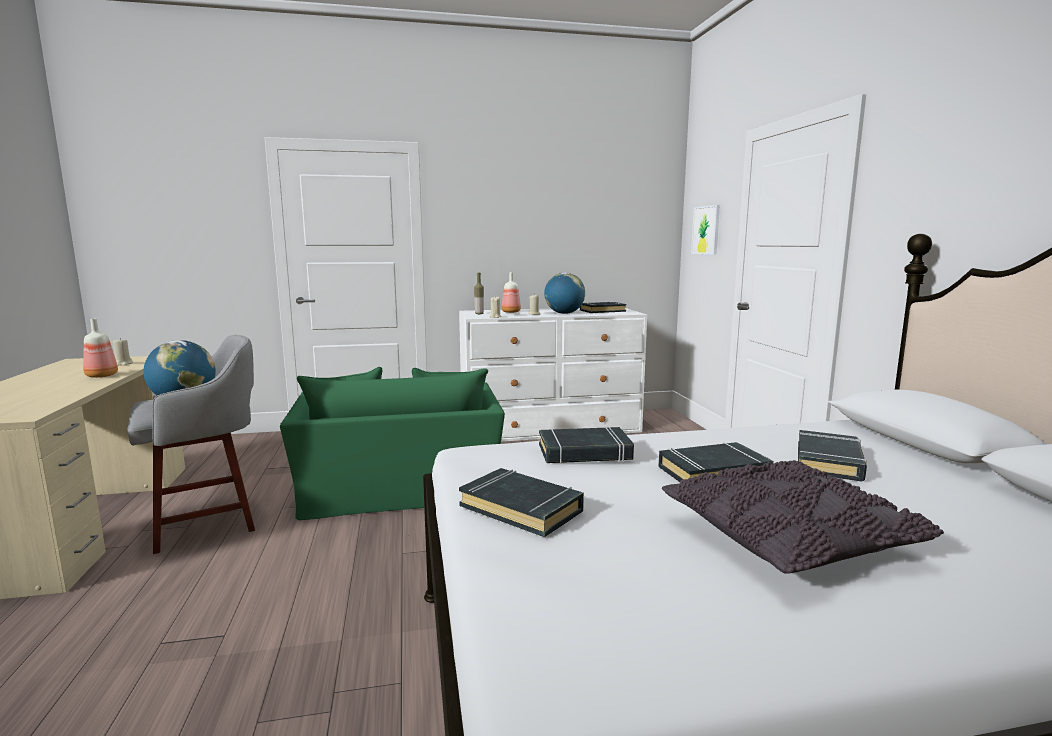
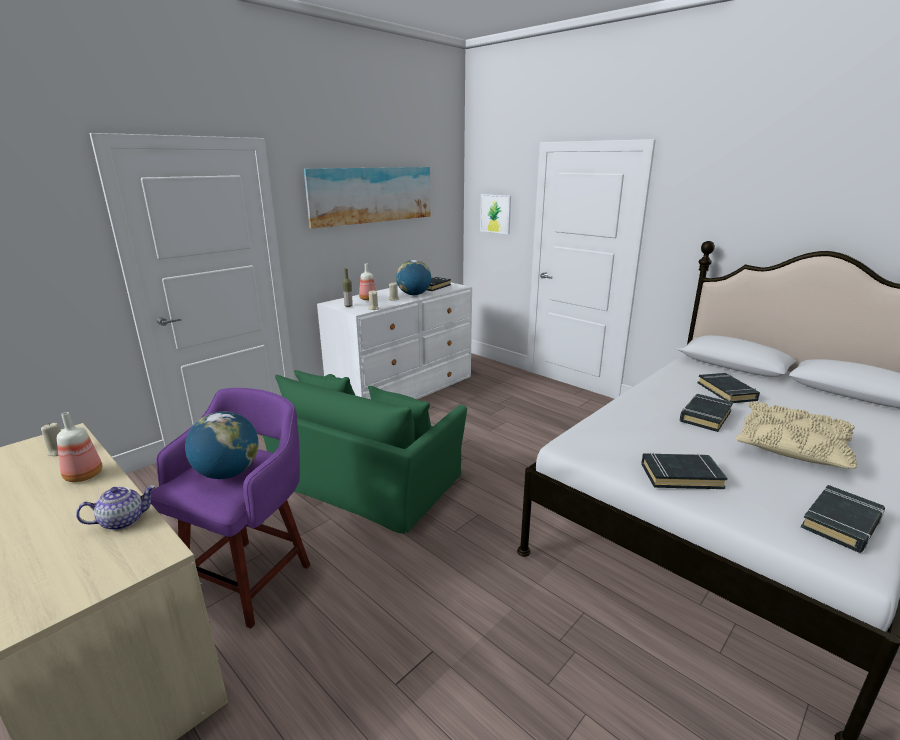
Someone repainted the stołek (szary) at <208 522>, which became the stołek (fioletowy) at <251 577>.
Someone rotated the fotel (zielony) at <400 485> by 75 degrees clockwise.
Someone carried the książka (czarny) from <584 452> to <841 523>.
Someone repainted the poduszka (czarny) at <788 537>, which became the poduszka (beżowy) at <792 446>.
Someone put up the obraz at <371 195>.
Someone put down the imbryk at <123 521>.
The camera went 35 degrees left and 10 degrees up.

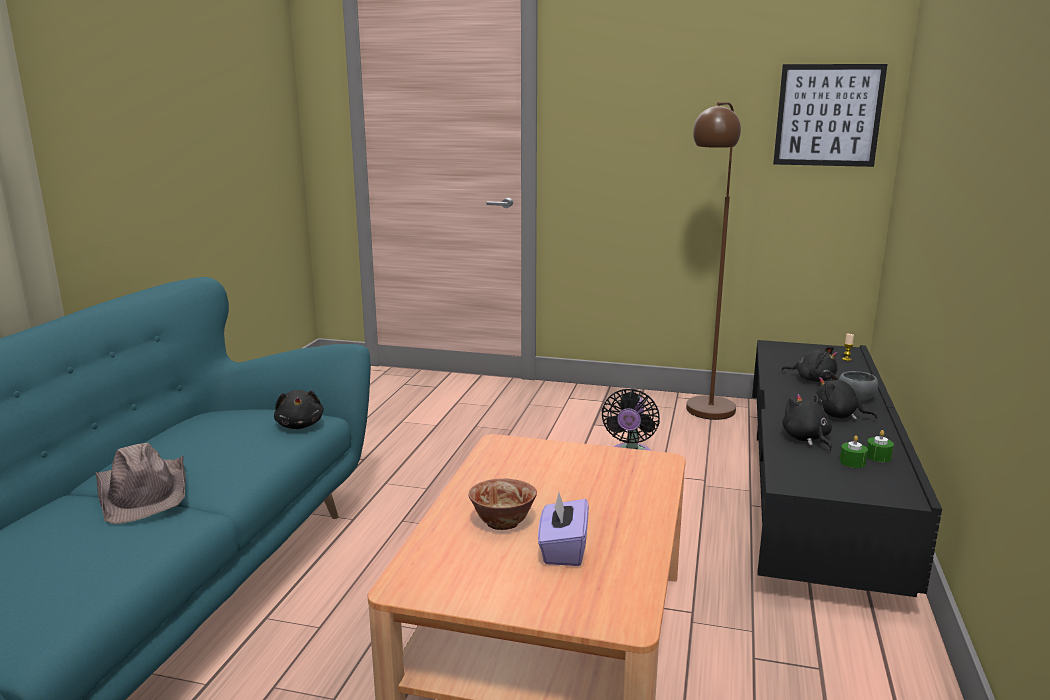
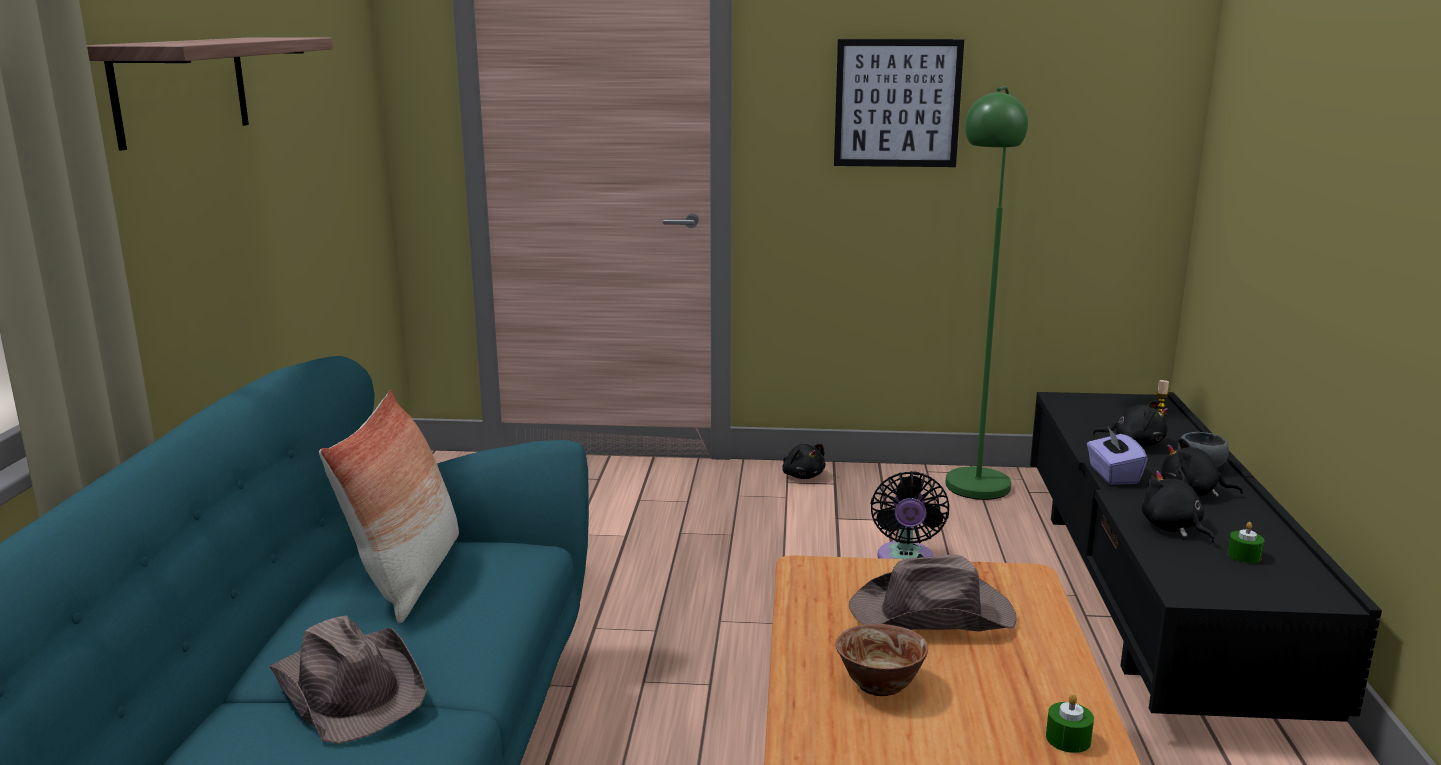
Someone carried the obraz from <828 115> to <897 103>.
Someone repainted the lampa stojąca (brązowy) at <705 415>, which became the lampa stojąca (zielony) at <974 494>.
Someone carried the pluszak (czarny) from <300 425> to <802 475>.
Someone carried the świeca (zielony) from <878 456> to <1068 739>.
Someone carried the pudełko chusteczek (fioletowy) from <563 550> to <1112 475>.
Someone put up the półka at <182 89>.
Someone put down the poduszka at <408 577>.
Someone put down the kapelusz (brązowy) at <933 614>.
The camera went 10 degrees left and 0 degrees up.

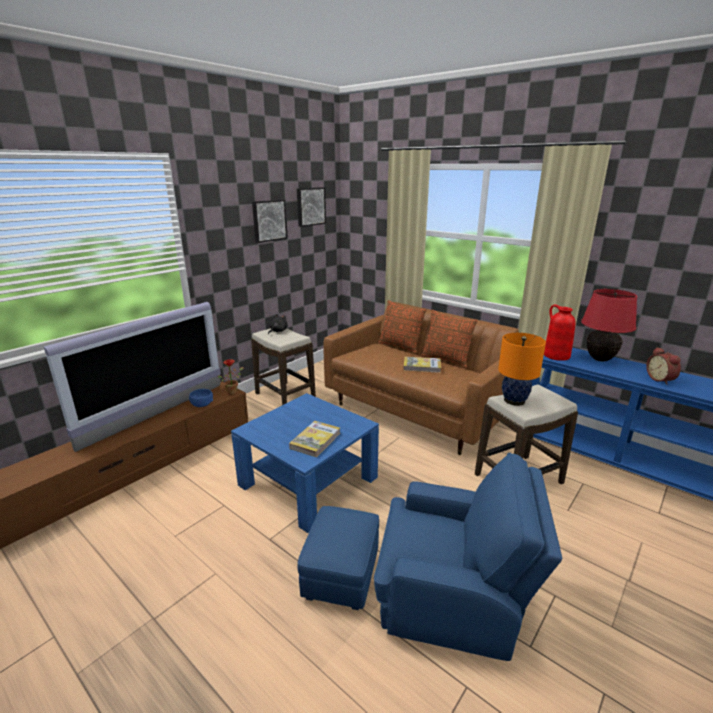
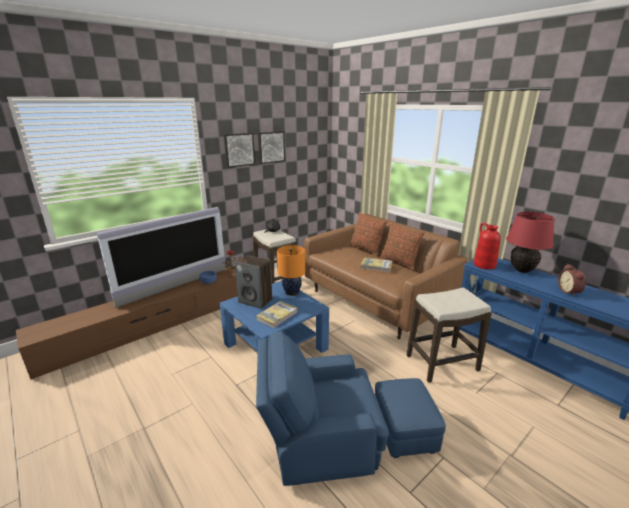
Someone carried the obraz from <310 206> to <239 149>.
Someone carried the lampa stołowa (pomarańczowy) from <514 400> to <292 292>.
Someone rotated the fotel (niebieski) at <425 591> by 150 degrees clockwise.
Someone put down the głośnik at <256 301>.
The camera went 10 degrees right and 0 degrees up.

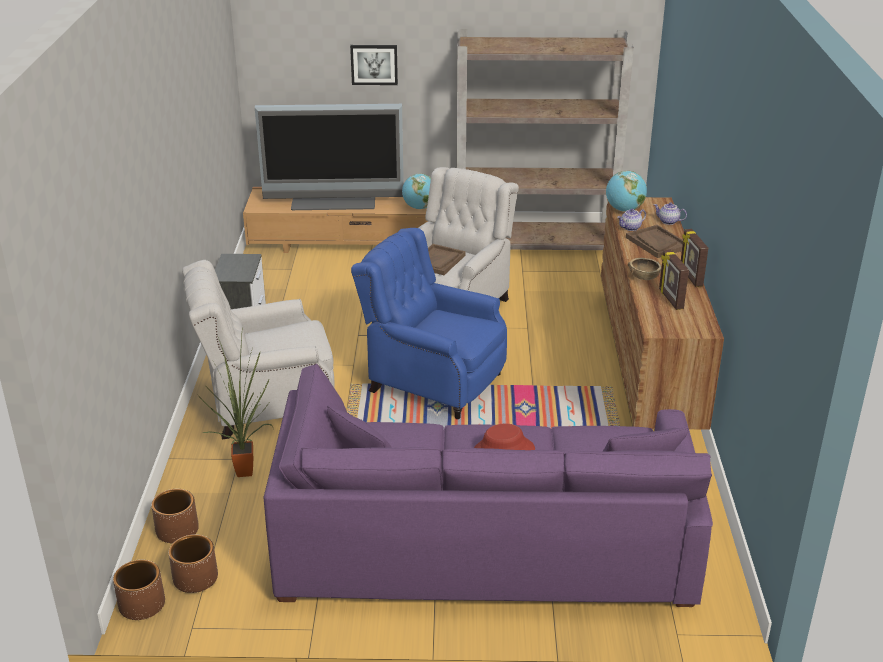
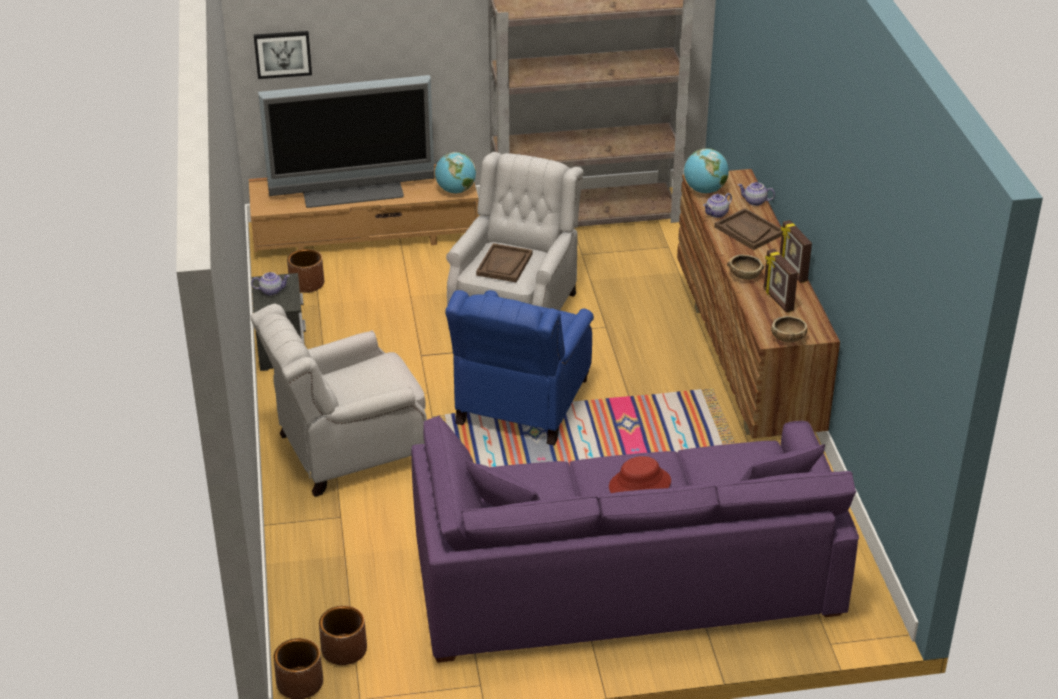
Someone carried the obraz from <374 64> to <283 54>.
Someone rotated the fotel (niebieski) at <434 382> by 90 degrees counterclockwise.
Someone took away the roślina doniczkowa at <248 472>.
Someone carried the donica (brązowy) from <177 530> to <306 284>.
Someone put down the imbryk at <271 291>.
Someone put down the miska (brązowy) at <788 338>.
The camera went 10 degrees left and 5 degrees up.

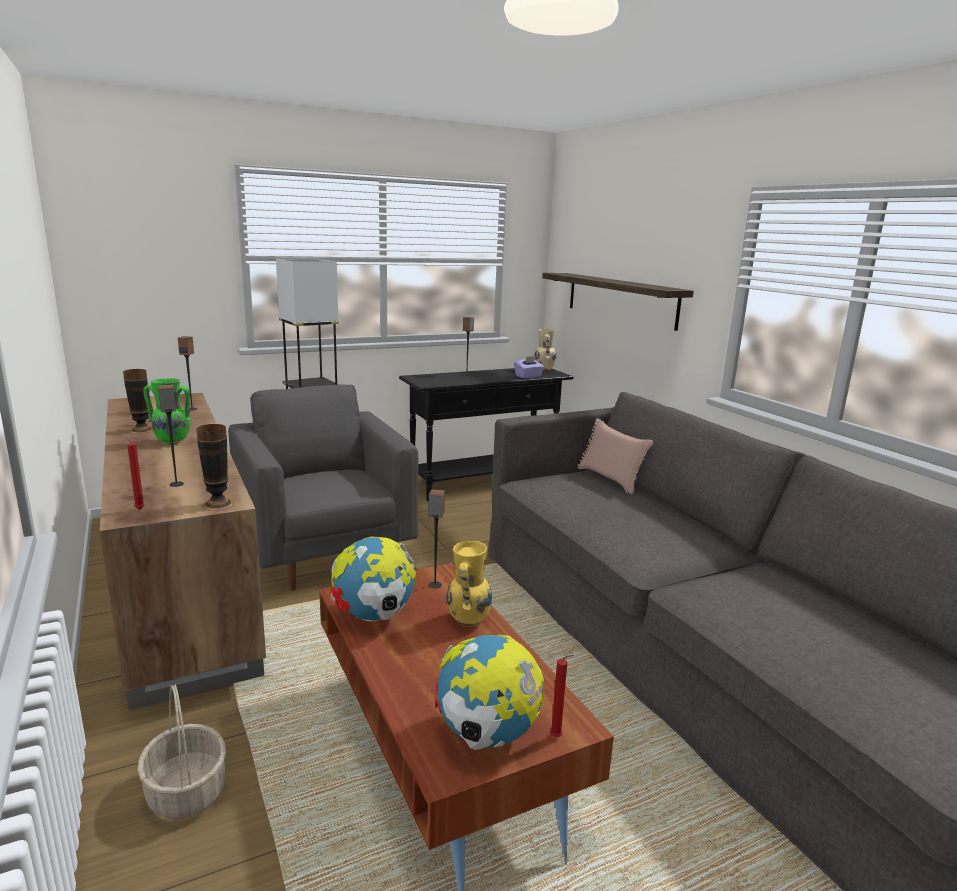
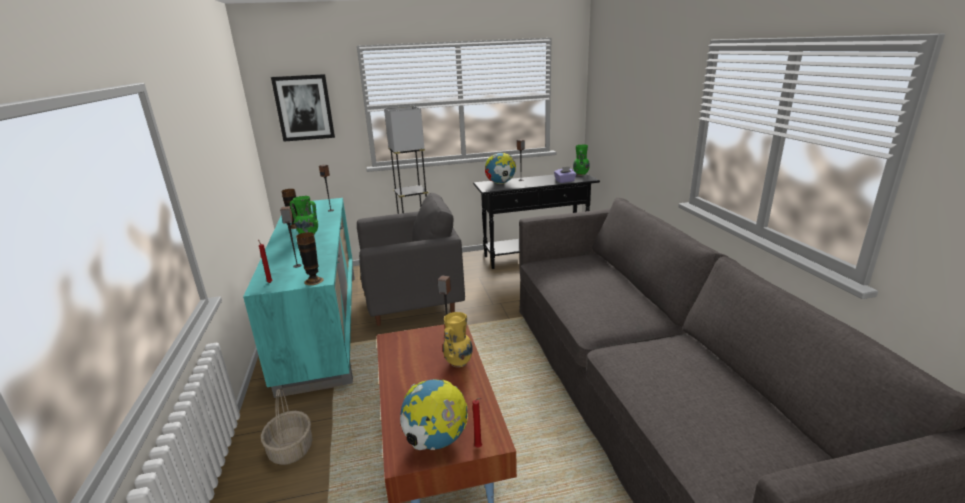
Someone took away the półka at <620 299>.
Someone repainted the wazon (beżowy) at <544 369>, which became the wazon (zielony) at <580 174>.
Someone rotated the fotel (szary) at <325 553> by 90 degrees clockwise.
Someone repainted the szafka pod telewizor (brązowy) at <182 590>, which became the szafka pod telewizor (turkusowy) at <322 324>.
Someone took away the poduszka (beżowy) at <610 479>.
Someone carried the globus from <374 616> to <500 183>.
Someone put up the obraz at <304 108>.
The camera went 15 degrees right and 5 degrees up.

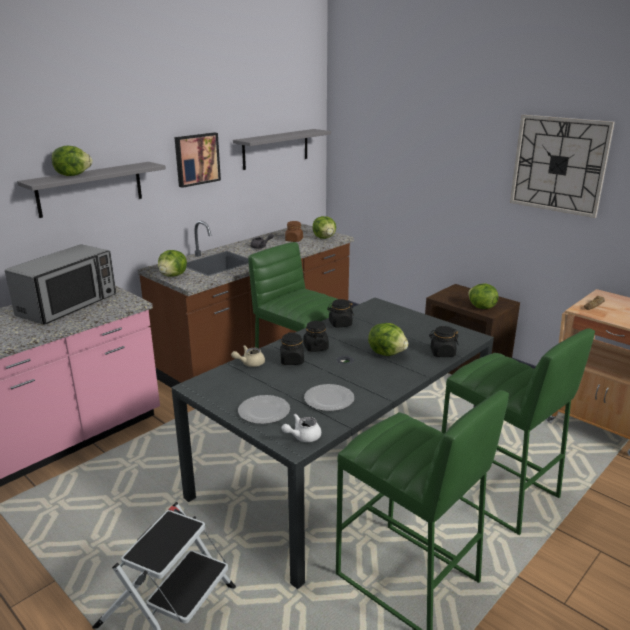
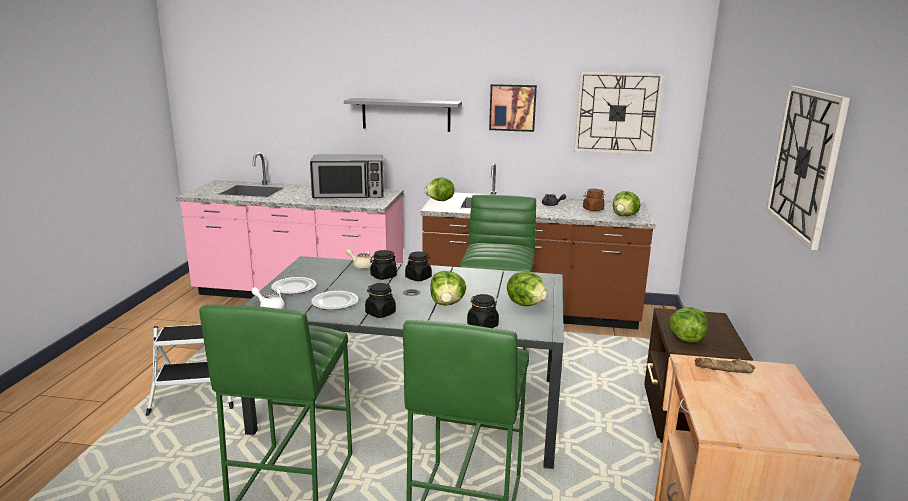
Someone swapped the półka (szary) at <276 149> for the zegar ścienny at <617 113>.
Someone carried the sałata from <73 175> to <526 304>.
Someone carried the słoik (czarny) from <340 324> to <380 313>.
The camera went 55 degrees right and 5 degrees down.

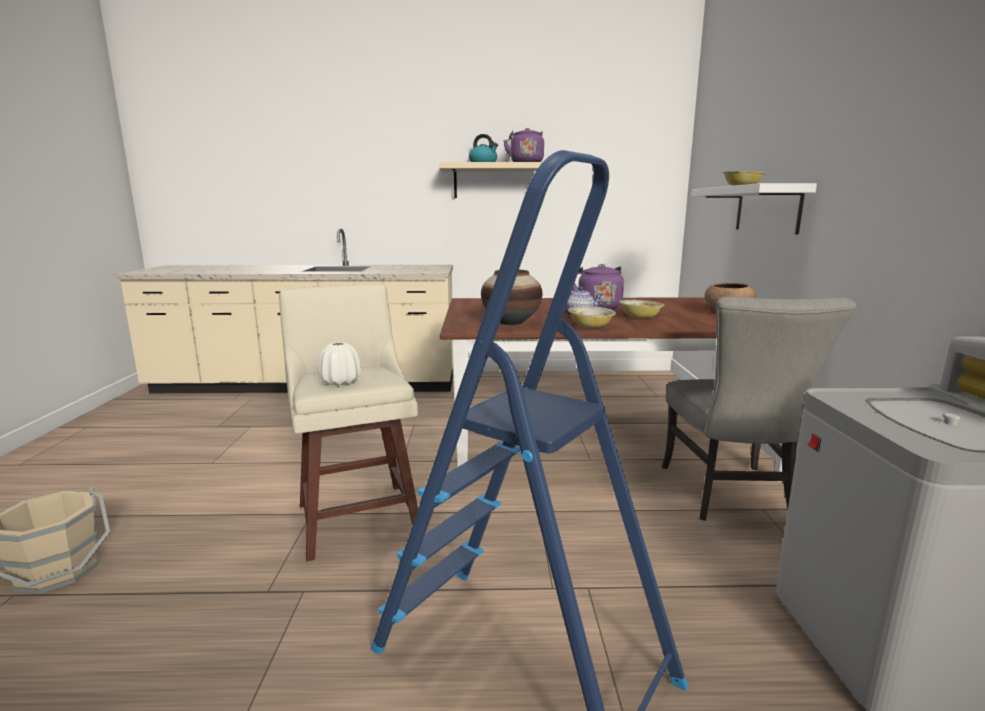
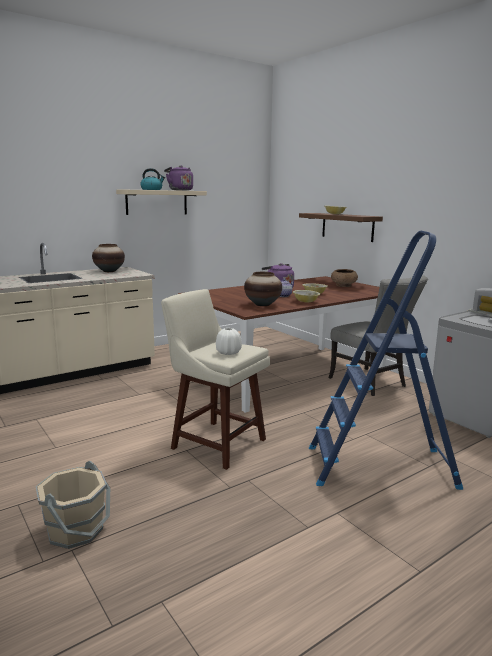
Someone repainted the półka (biały) at <767 209>, which became the półka (brązowy) at <347 227>.
Someone put down the wazon at <109 271>.
The camera went 35 degrees left and 0 degrees up.

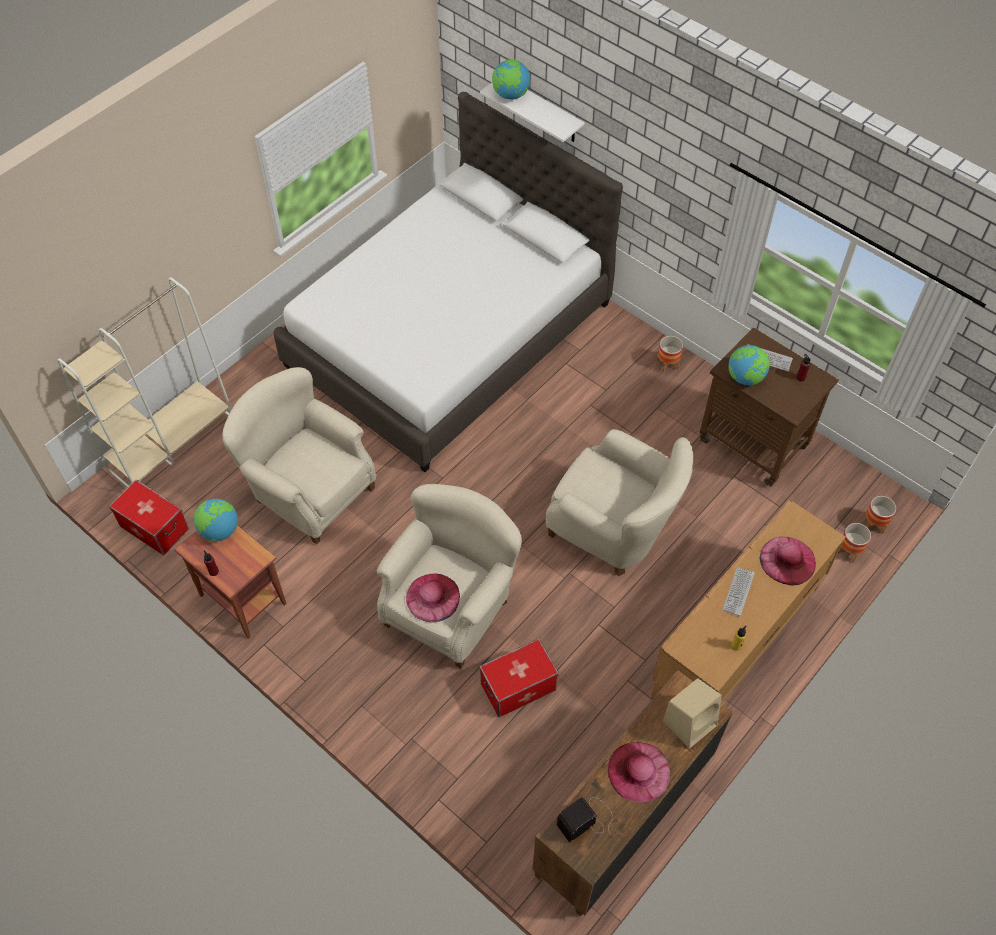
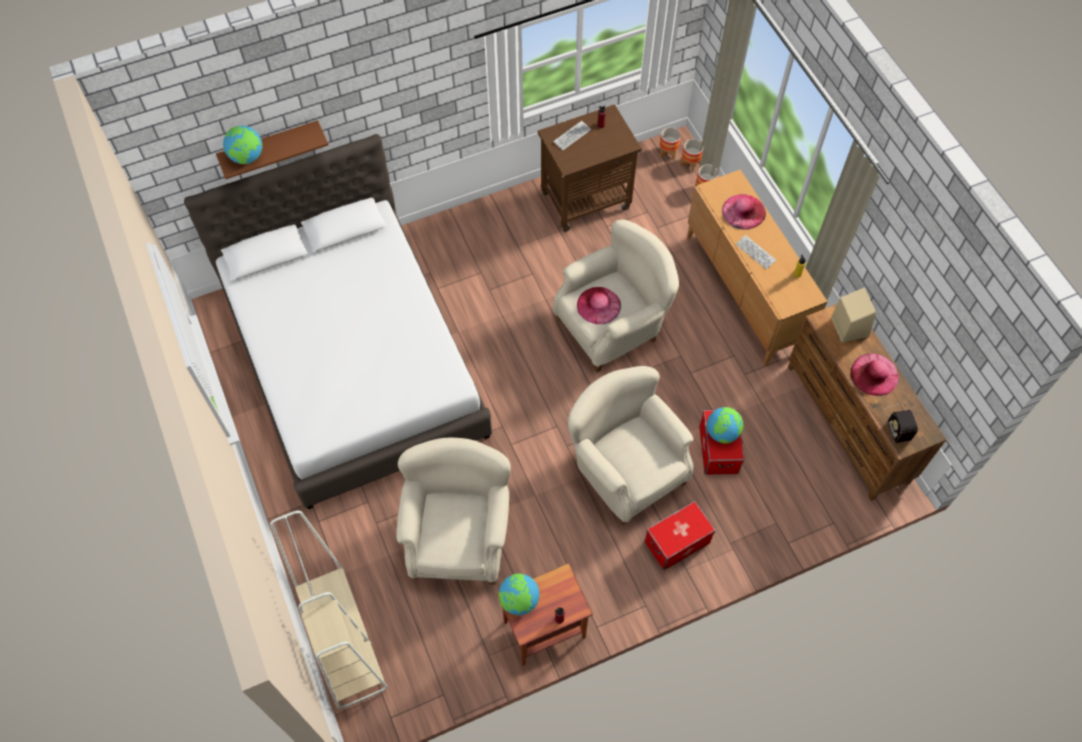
Someone repainted the półka (biały) at <542 110>, which became the półka (brązowy) at <270 146>.
Someone carried the donica from <667 364> to <668 152>.
Someone carried the globus from <745 378> to <722 433>.
Someone rotated the fotel (beżowy) at <309 489> by 120 degrees clockwise.
Someone carried the pojemnik do przechowywania from <154 527> to <677 542>.
Someone carried the kapelusz (różowy) from <433 597> to <598 305>.
The camera went 65 degrees left and 5 degrees up.

